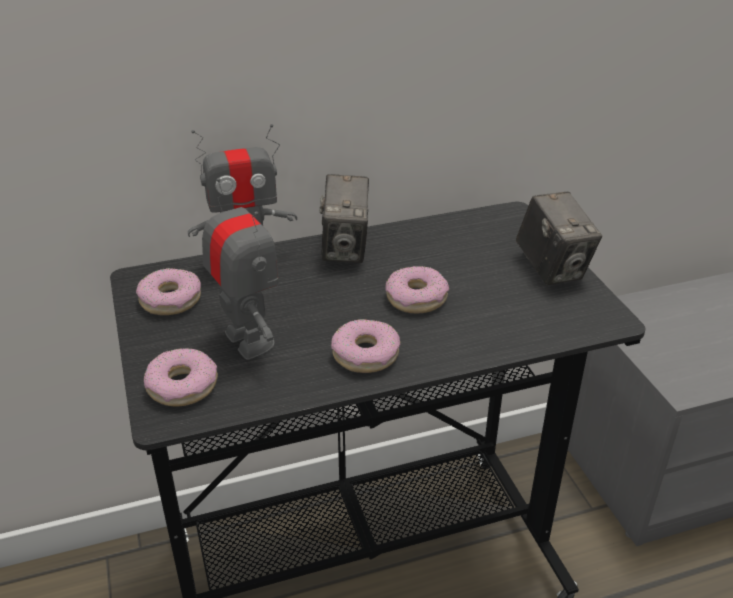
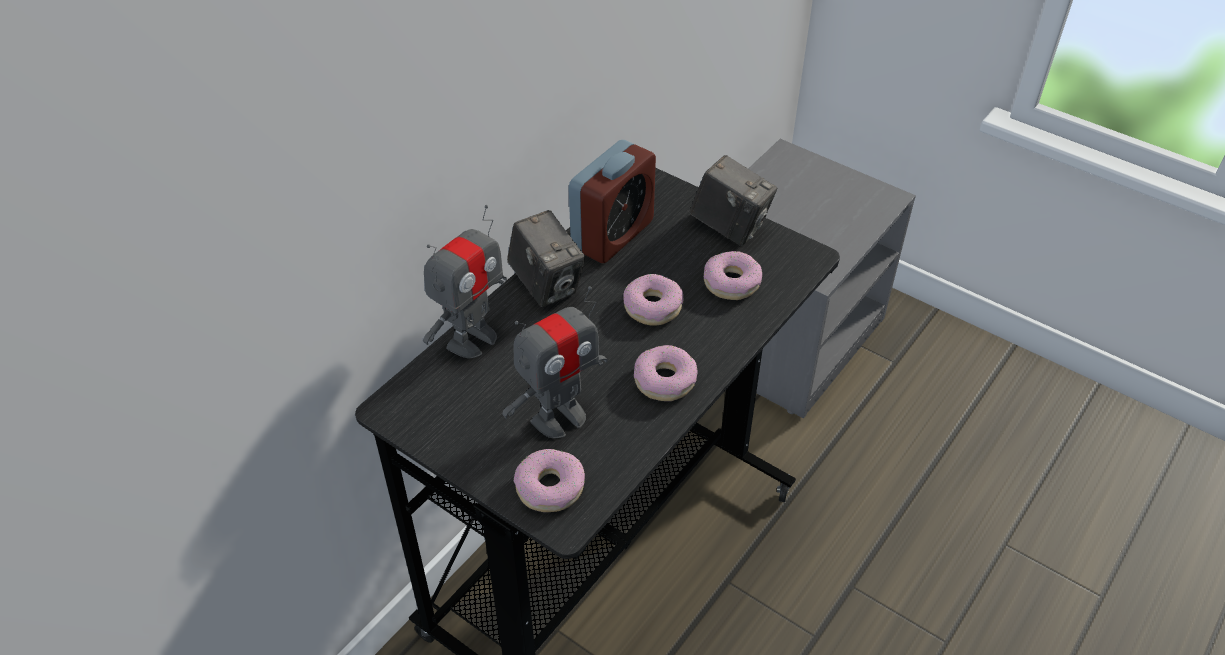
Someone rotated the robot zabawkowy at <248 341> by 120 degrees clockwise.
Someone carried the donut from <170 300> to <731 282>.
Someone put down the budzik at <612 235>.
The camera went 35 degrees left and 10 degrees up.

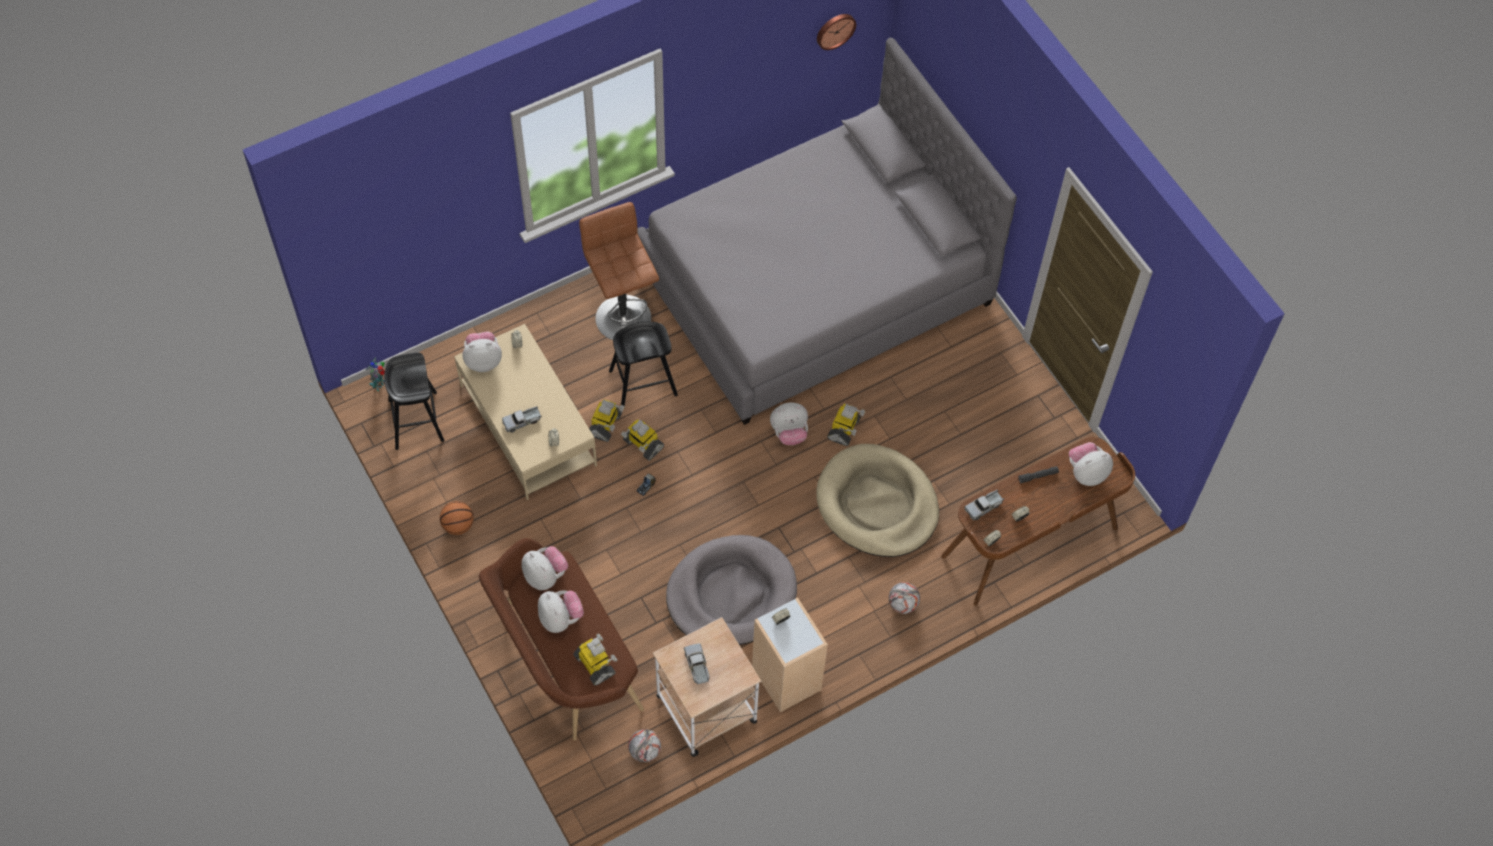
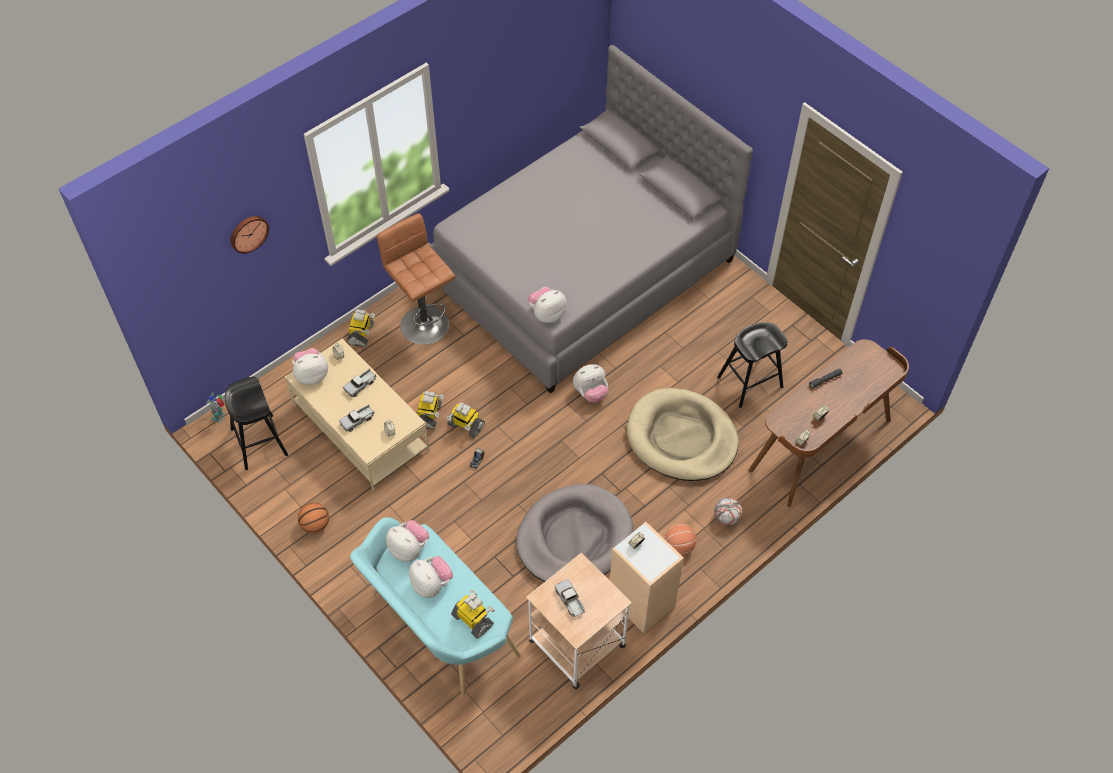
Someone carried the zegar ścienny from <835 30> to <248 233>.
Someone carried the stołek (czarny) from <643 383> to <749 382>.
Someone carried the robot zabawkowy from <844 429> to <361 334>.
Someone carried the pluszak from <1086 472> to <547 314>.
Someone carried the ciężarówka zabawkowa from <984 507> to <360 385>.
Someone repainted the ławka (brązowy) at <563 662>, which became the ławka (turkusowy) at <437 627>.
Someone took away the piłka futbolowa at <645 751>.
Someone put down the piłka do koszykówki at <678 547>.
The camera went 10 degrees left and 5 degrees down.

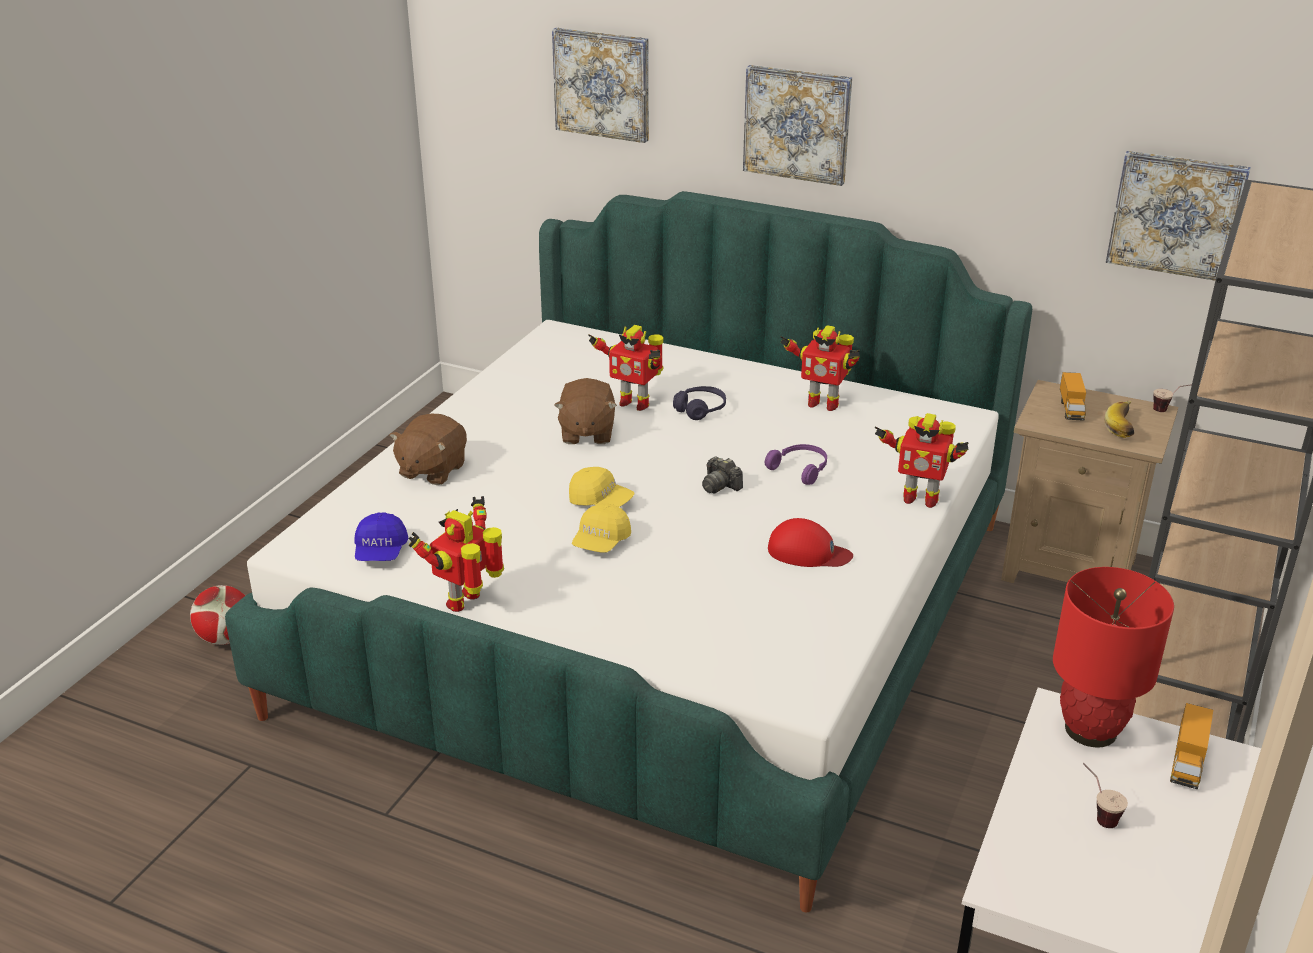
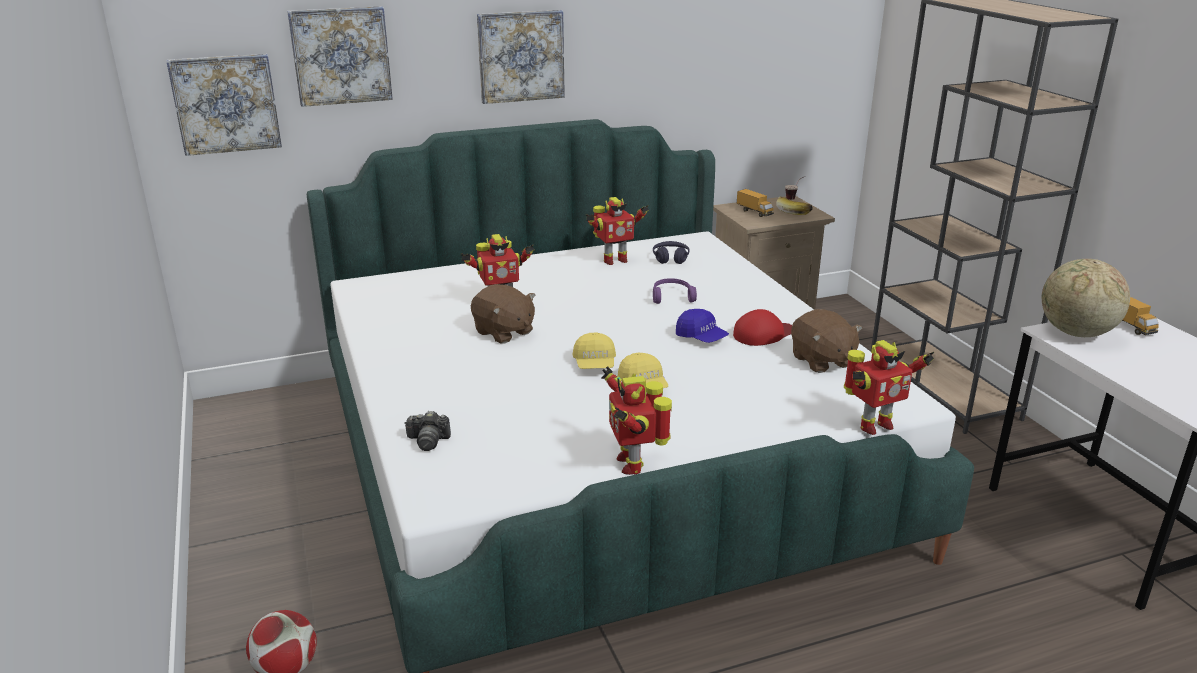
Someone carried the obraz from <1176 214> to <226 104>.
Someone carried the słuchawki (fioletowy) from <700 409> to <670 258>.
Someone carried the robot zabawkowy from <919 498> to <873 425>.
Someone carried the pluszak (brązowy) from <431 470> to <821 361>.
Someone carried the aparat fotograficzny from <720 485> to <428 441>.
Someone rotated the czapka z daszkiem (żółty) at <601 501> by 105 degrees clockwise.
Someone carried the czapka z daszkiem (niebieski) from <381 552> to <701 338>.
Someone swapped the lampa stołowa (czerwony) at <1090 730> for the globus at <1075 333>.
Someone took away the filiżanka at <1097 814>.
The camera went 45 degrees left and 5 degrees down.

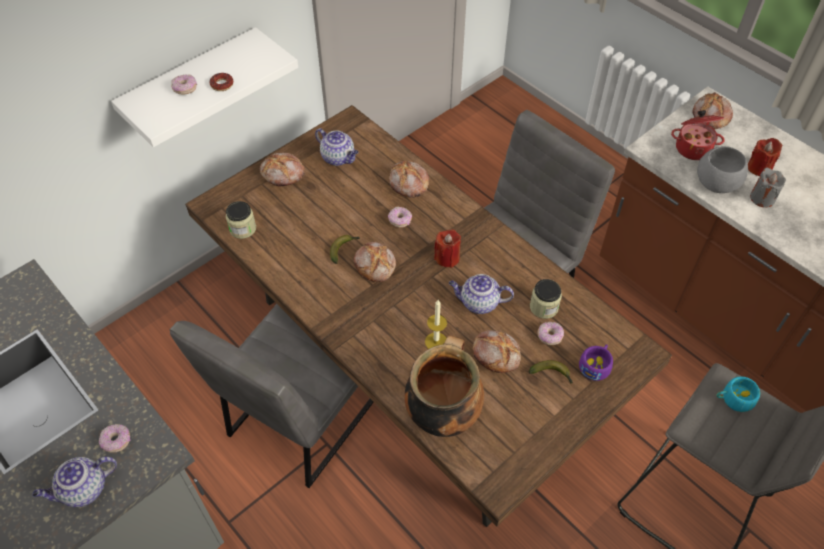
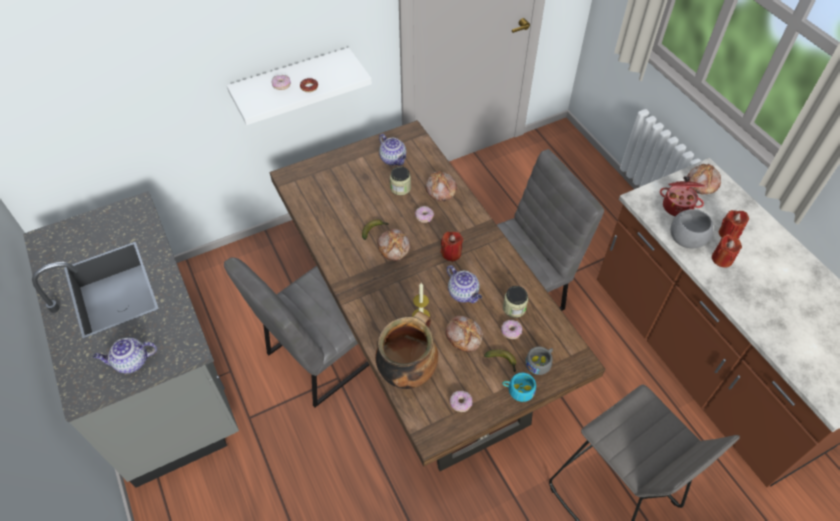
Someone took away the chleb at <283 174>.
Someone repainted the świeca (szary) at <762 198>, which became the świeca (czerwony) at <722 259>.
Someone carried the słoik from <243 229> to <400 188>.
Someone rotated the imbryk at <478 303> by 150 degrees counterclockwise.
Someone repainted the filiżanka (fioletowy) at <596 365>, which became the filiżanka (szary) at <540 362>.
Someone carried the filiżanka (turkusowy) from <733 399> to <518 390>.
Someone carried the donut from <116 441> to <460 403>.
The camera went 15 degrees right and 0 degrees up.

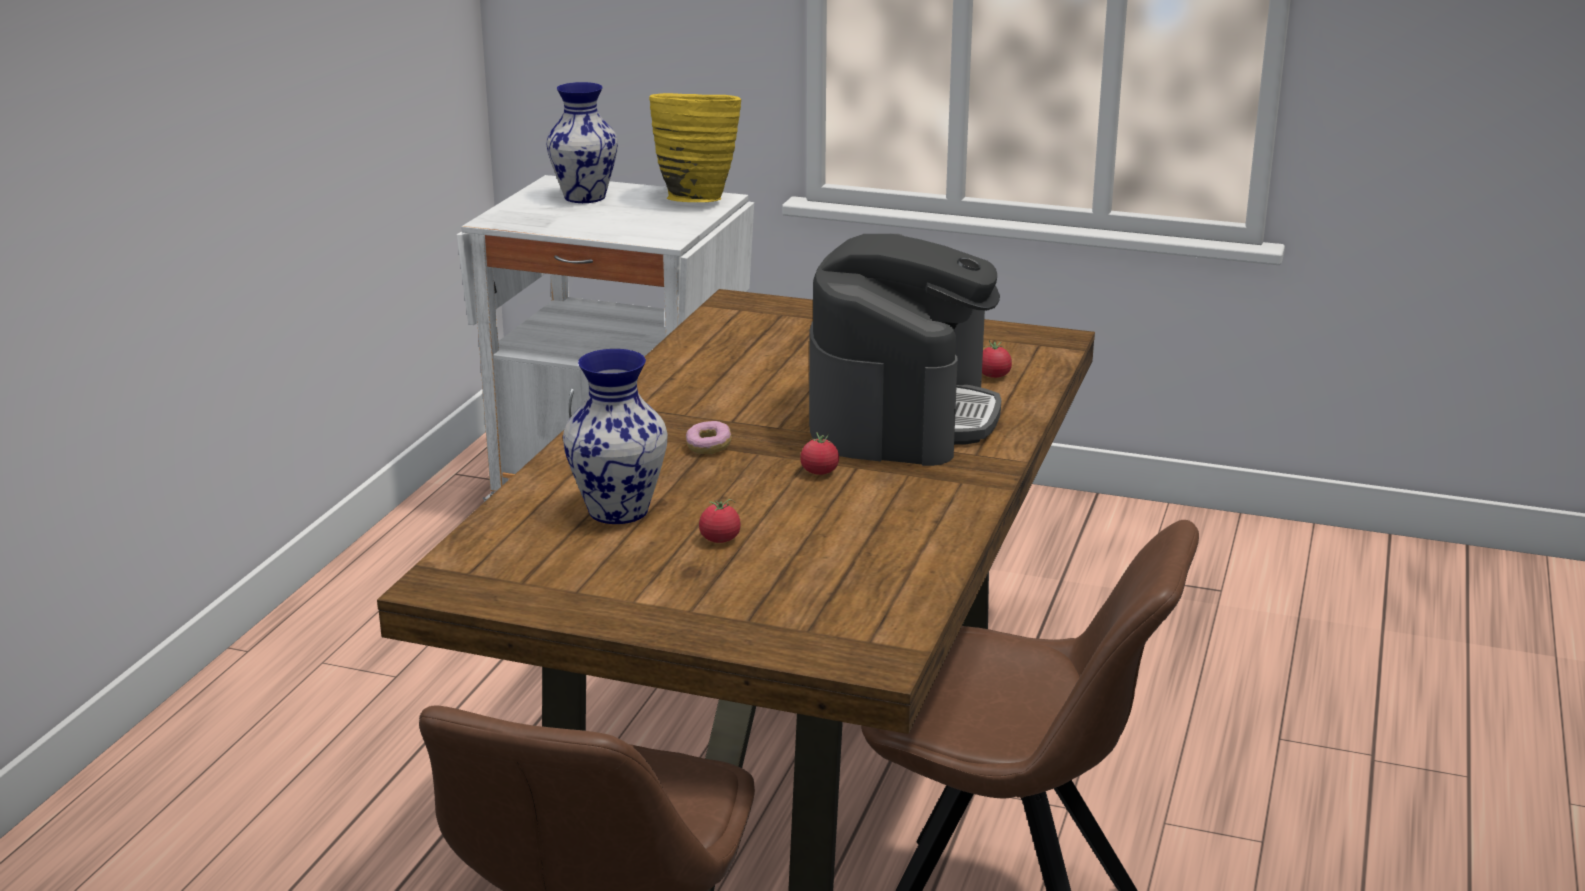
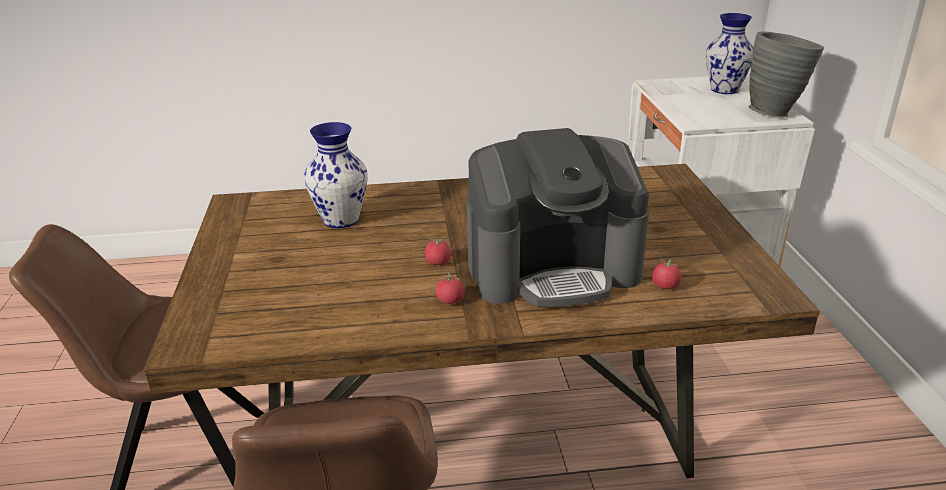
Someone repainted the wazon (żółty) at <696 199>, which became the wazon (szary) at <775 112>.
Someone took away the donut at <708 447>.
Someone carried the pomidor from <720 539> to <450 300>.
The camera went 65 degrees right and 5 degrees up.

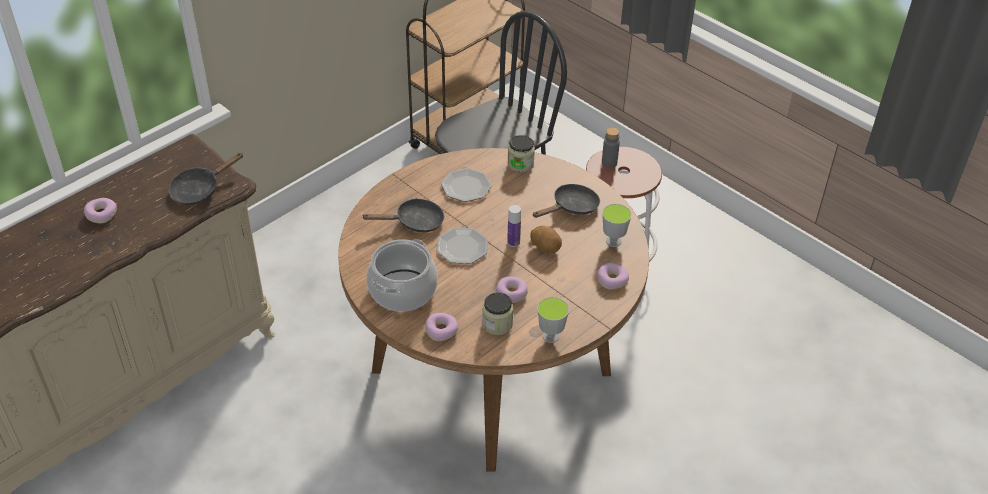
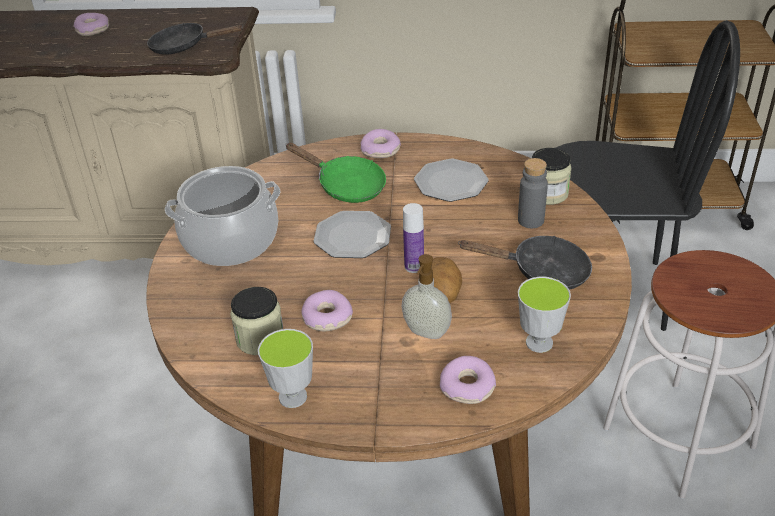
Someone carried the butelka (szary) from <609 163> to <530 220>.
Someone repainted the patelnia (czarny) at <415 222>, which became the patelnia (zielony) at <346 186>.
Someone carried the donut from <441 330> to <381 150>.
Someone put down the dozownik mydła at <426 333>.
The camera went 50 degrees right and 5 degrees down.

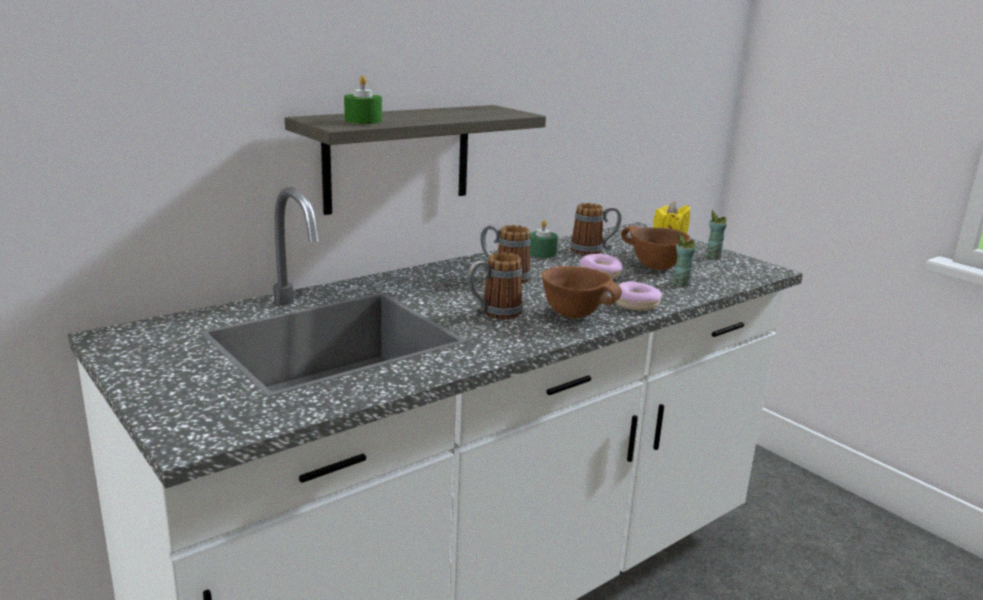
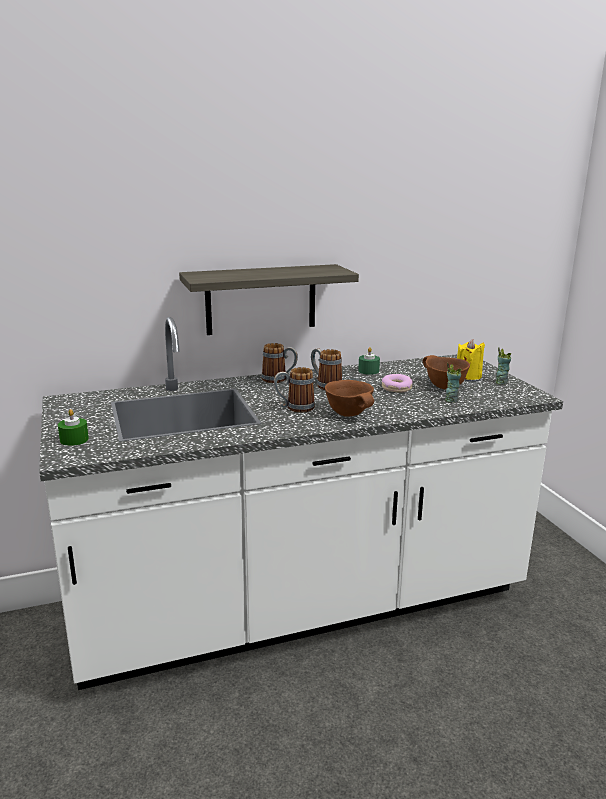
Someone carried the świeca (zielony) from <363 121> to <74 439>.
Someone carried the kubek from <593 251> to <279 380>.
Someone took away the donut at <636 304>.
The camera went 20 degrees right and 0 degrees up.

